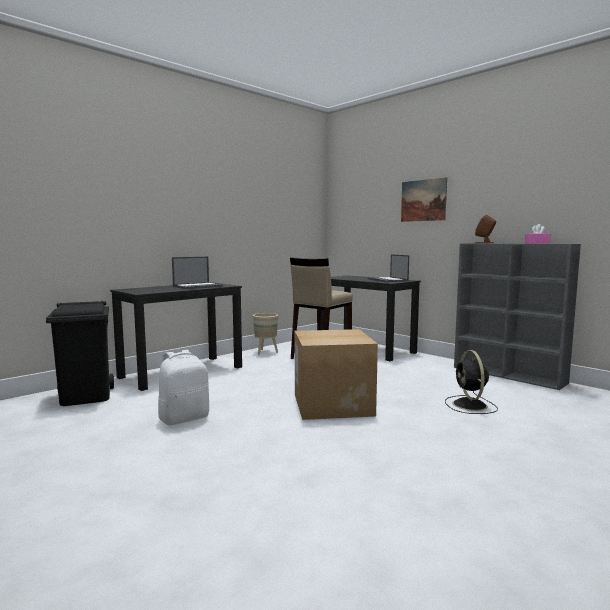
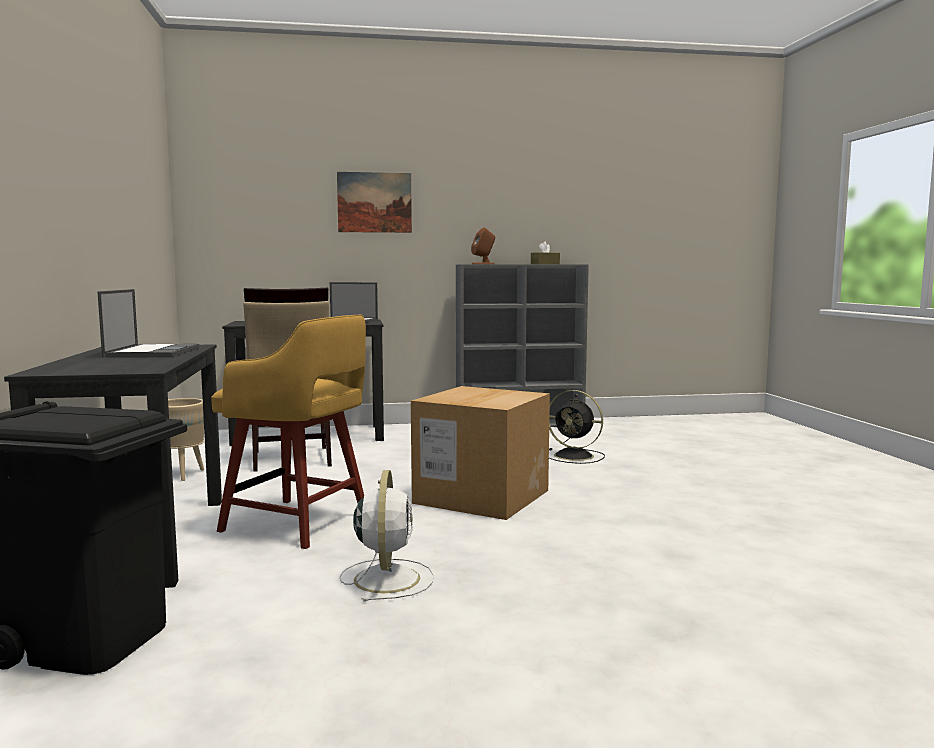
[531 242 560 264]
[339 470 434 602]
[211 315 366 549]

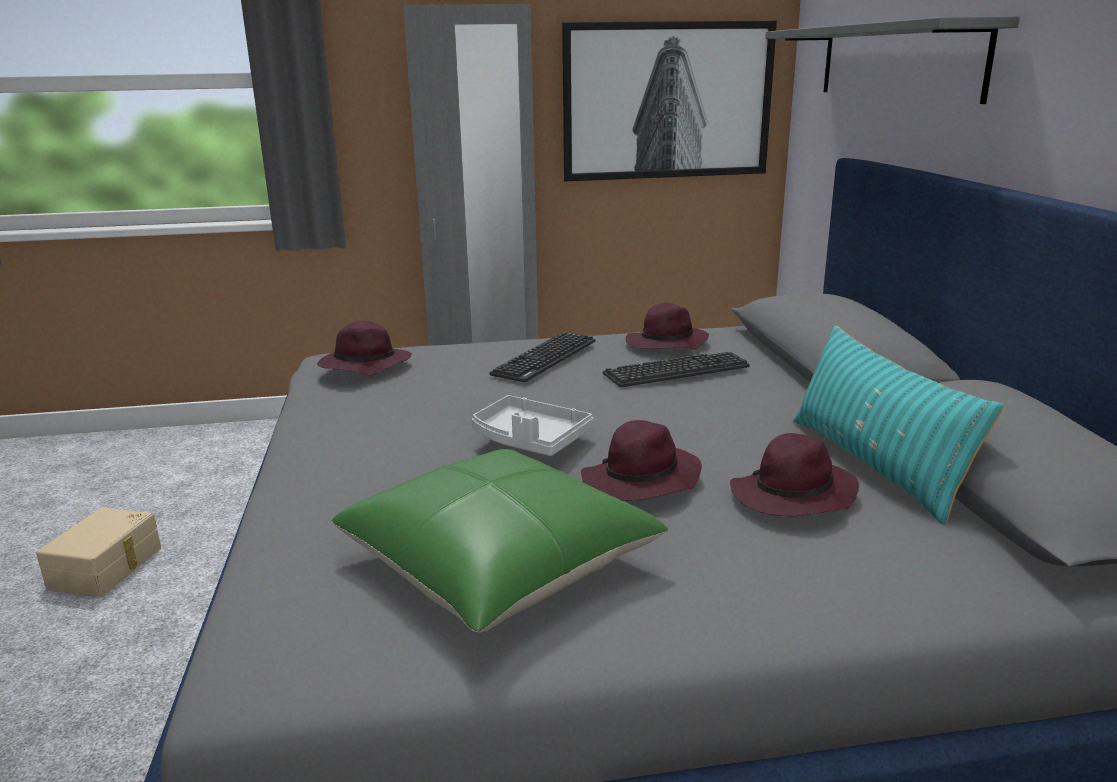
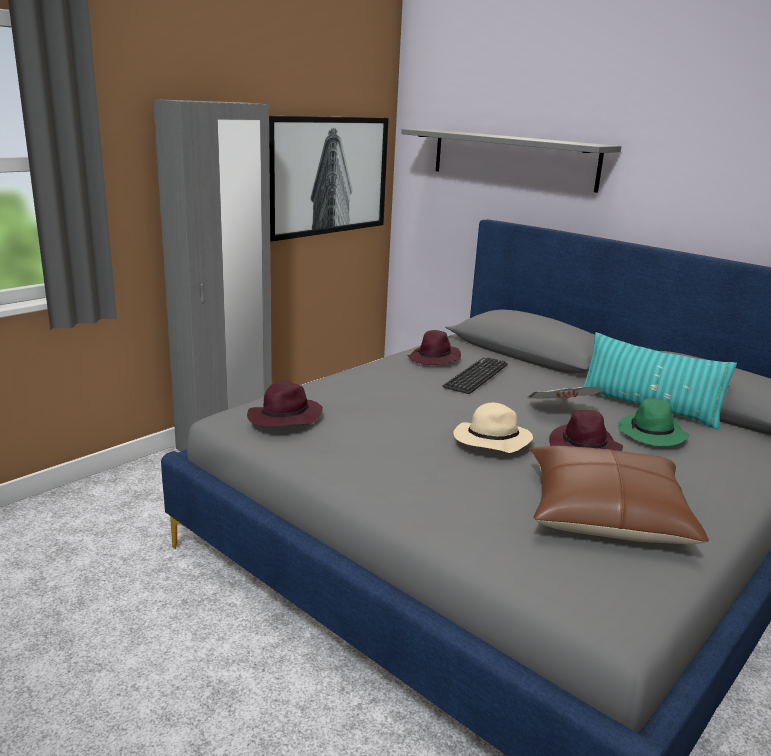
[489 332 596 382] (first image)
[454 403 533 453]
[618 399 689 446]
[530 446 709 544]
[36 507 161 597] (first image)
[528 387 602 400]

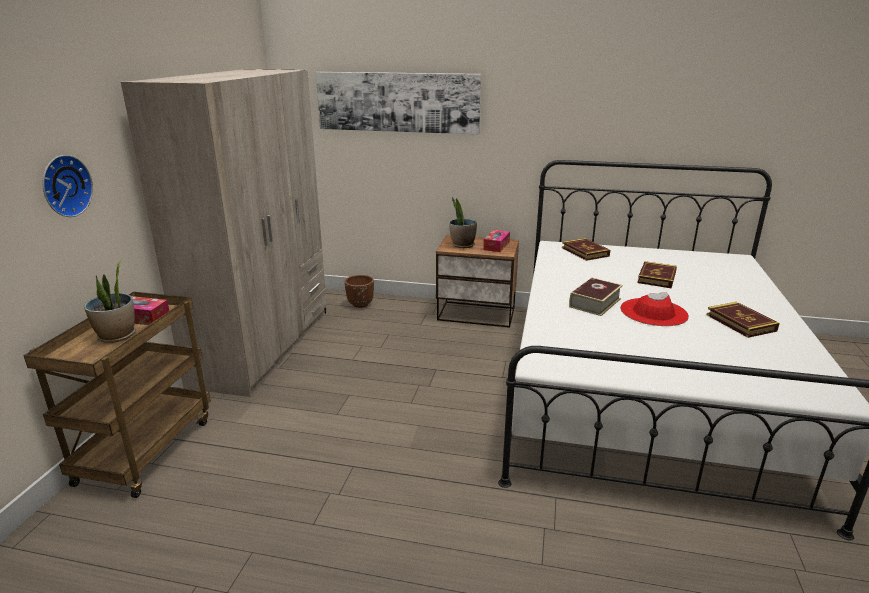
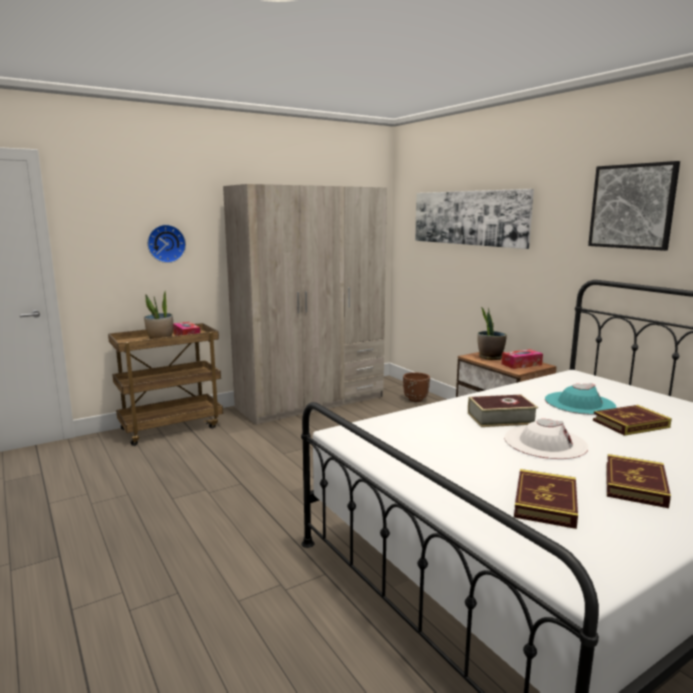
[514 469 578 529]
[504 419 589 459]
[588 161 680 251]
[545 383 616 415]

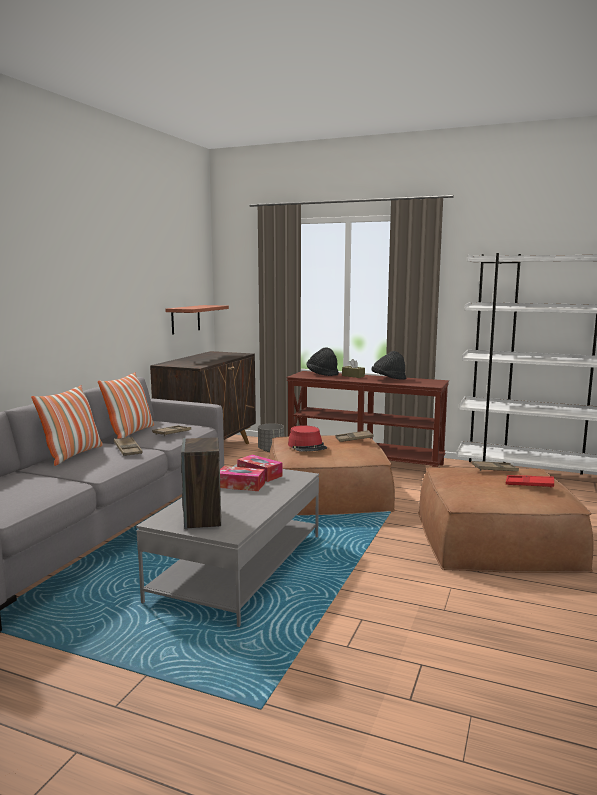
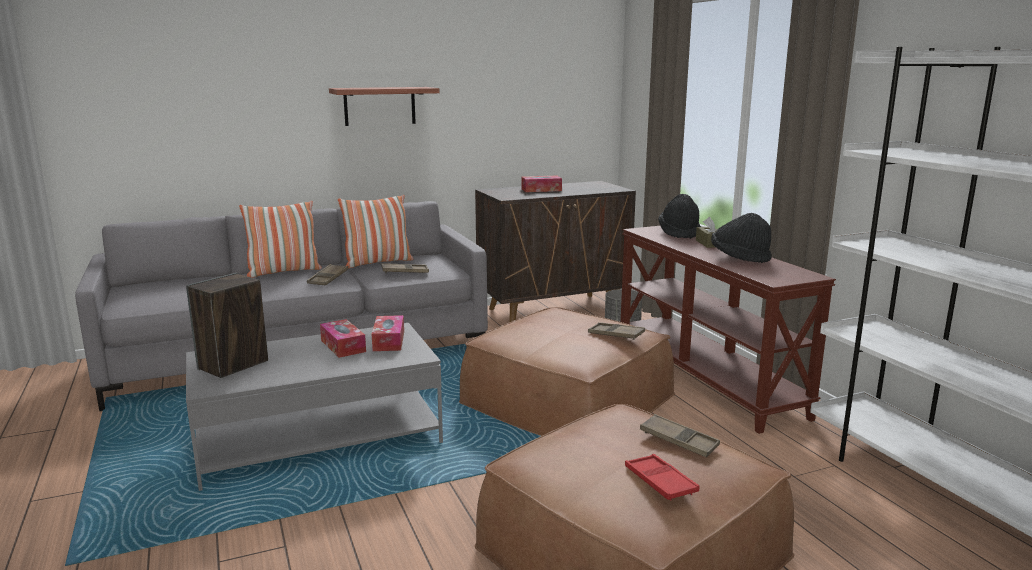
[329 87 440 126]
[288 425 327 452] (first image)
[522 175 562 192]

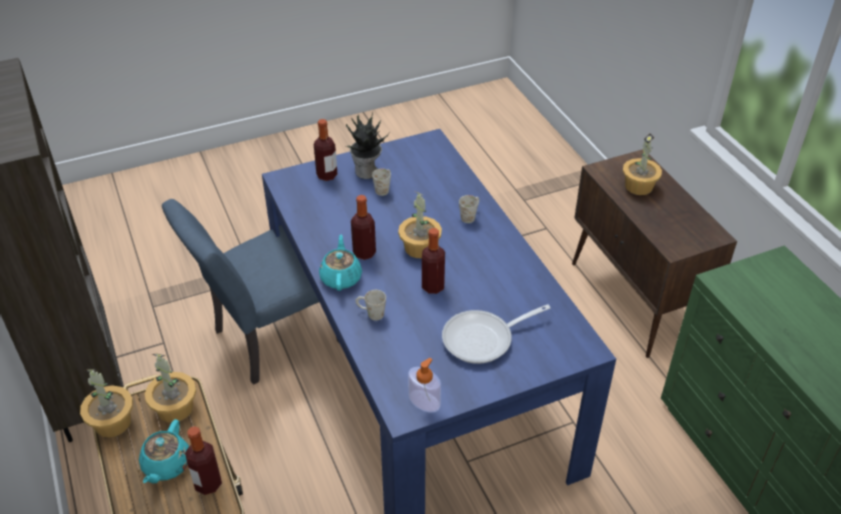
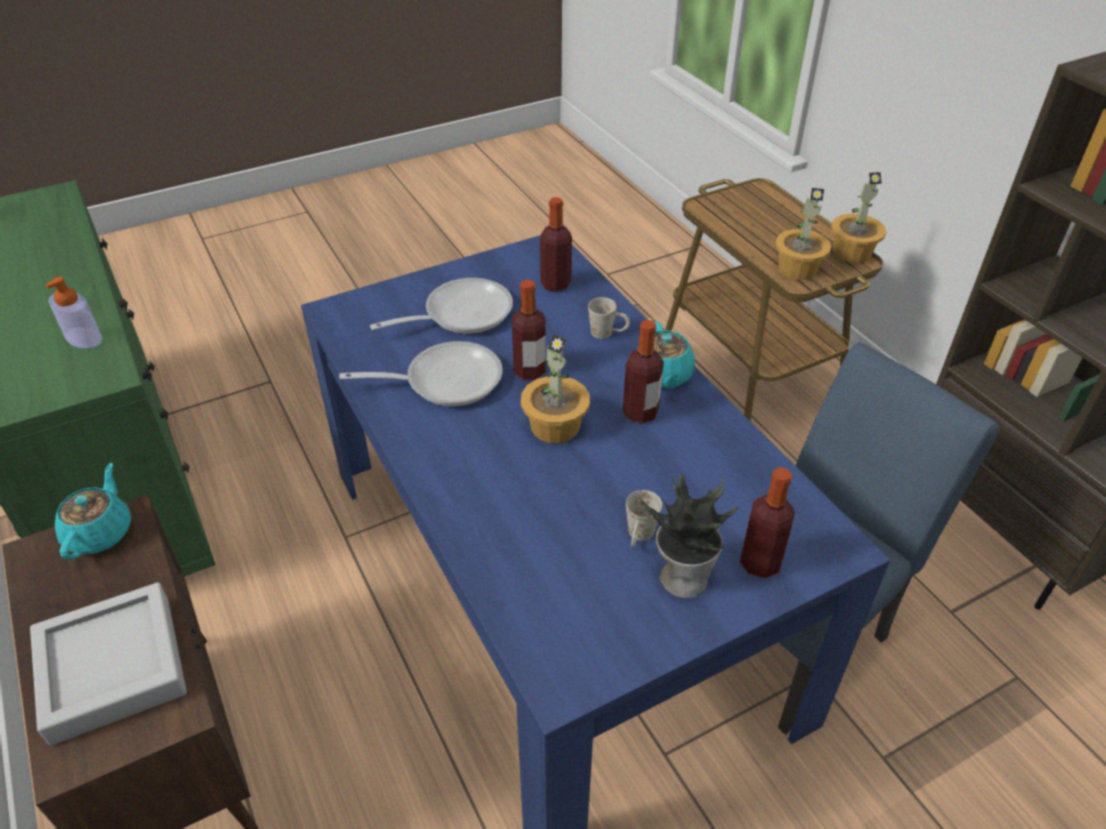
[30 582 187 746]
[459 195 479 223] (first image)
[45 277 102 349]
[55 463 131 560]
[540 197 572 292]
[339 341 502 407]

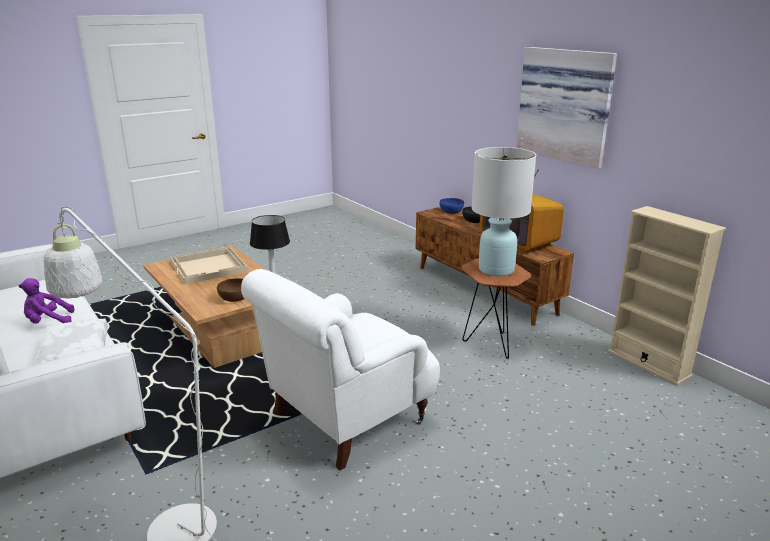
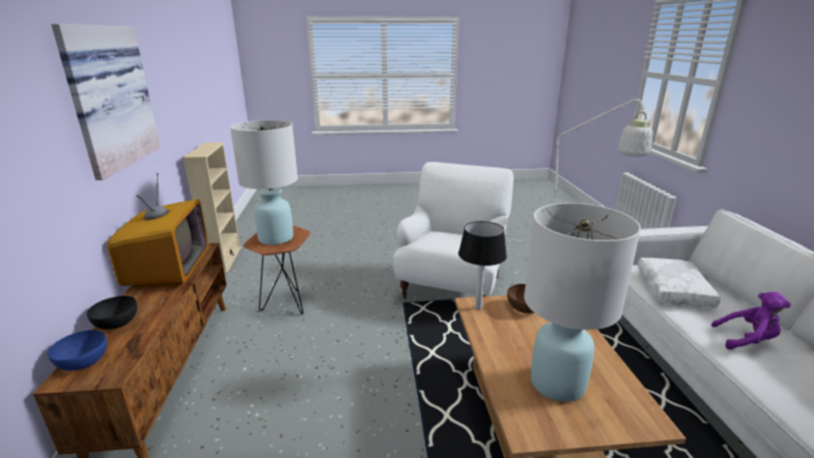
[524 203 641 402]
[393 162 514 299]

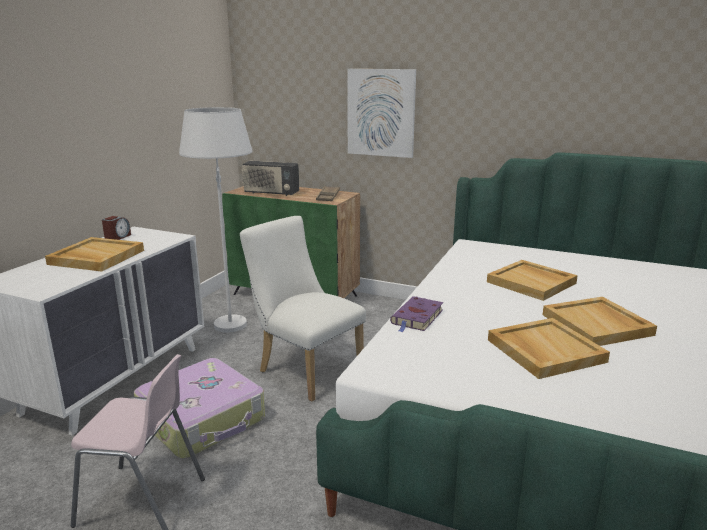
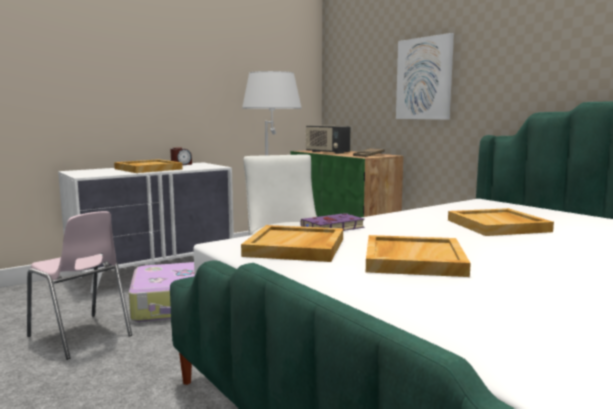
[241 225 343 262]

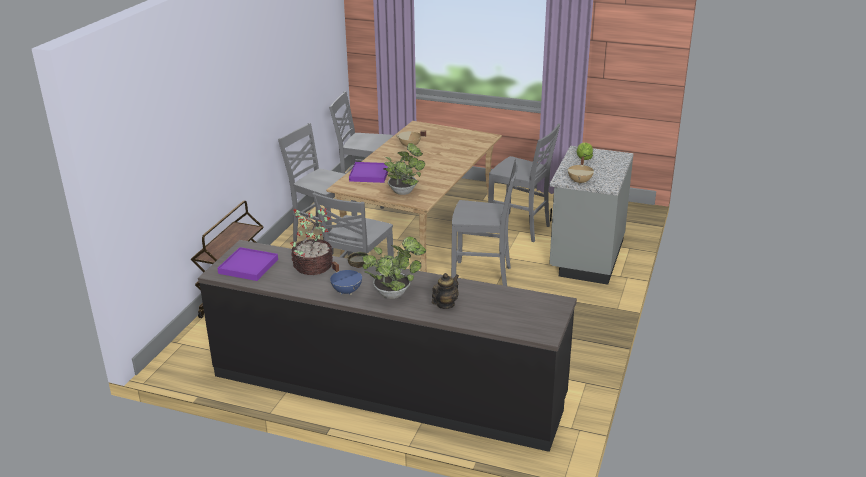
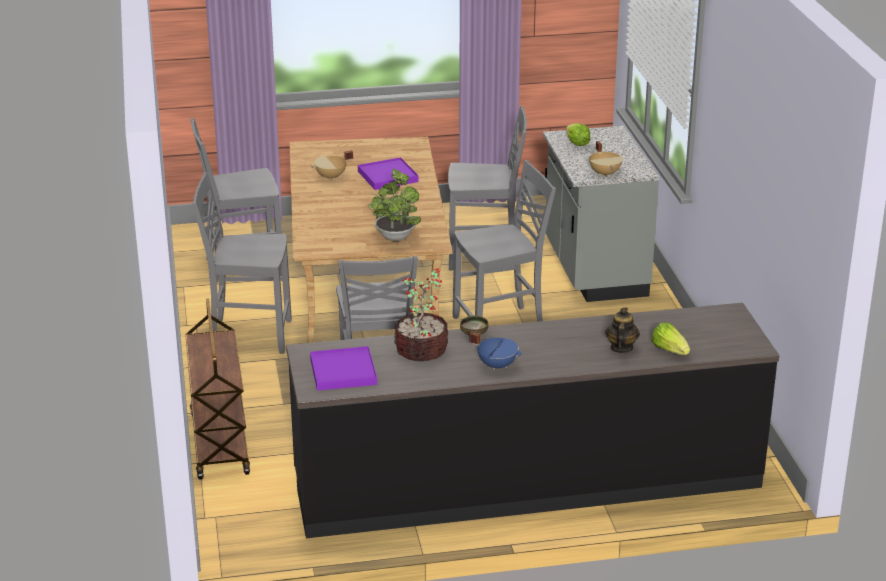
[358 157 419 190]
[362 237 426 299] (first image)
[651 322 690 355]

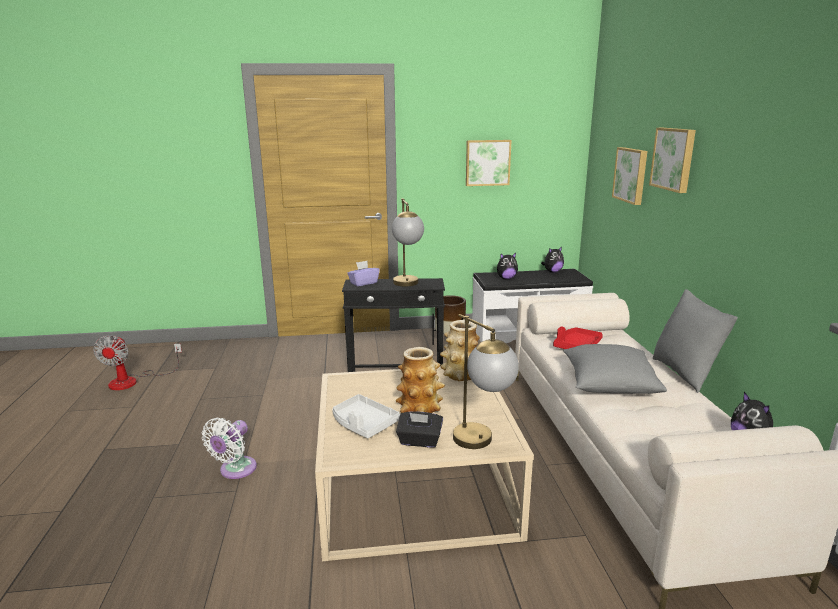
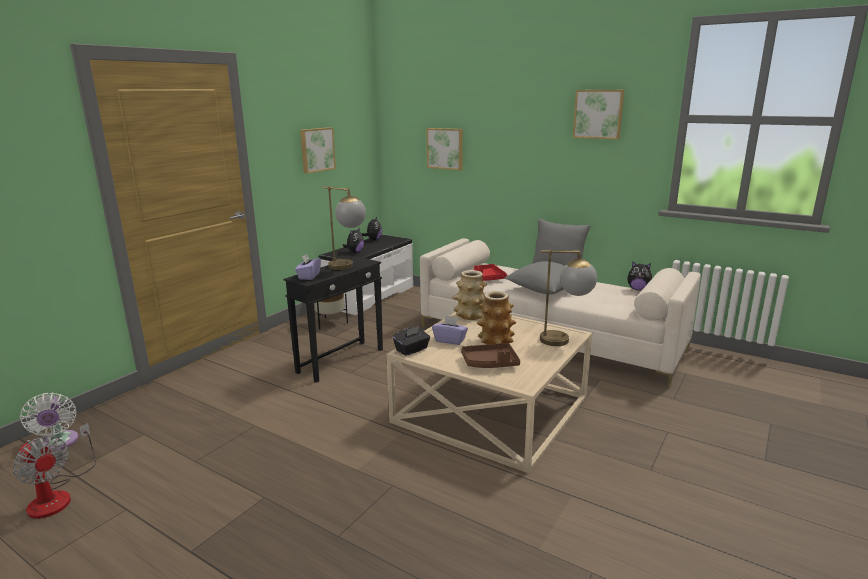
[573 90 624 139]
[461 343 520 368]
[393 326 430 356]
[20 393 79 451]
[432 315 468 345]

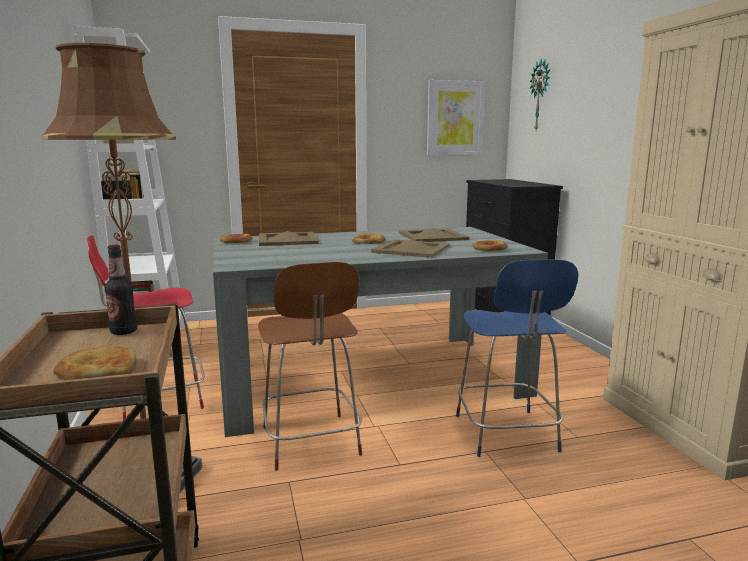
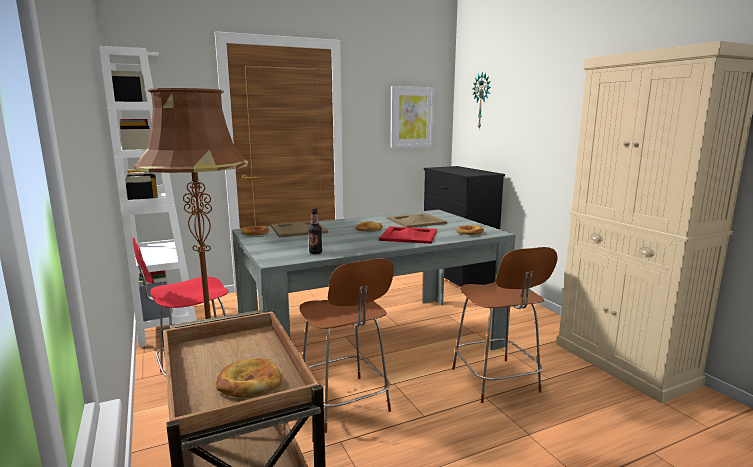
[379 226 437 244]
[308 208 322 254]
[452 247 558 403]

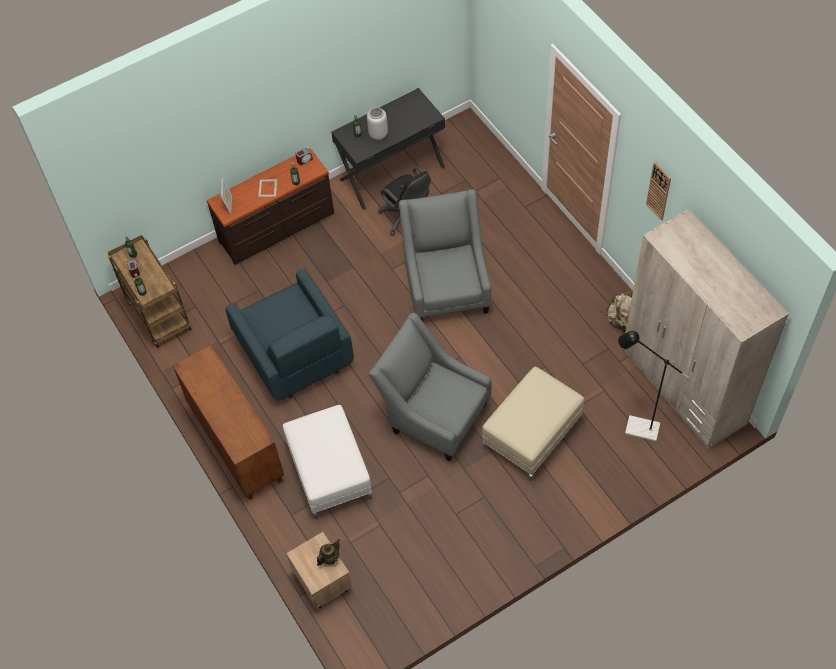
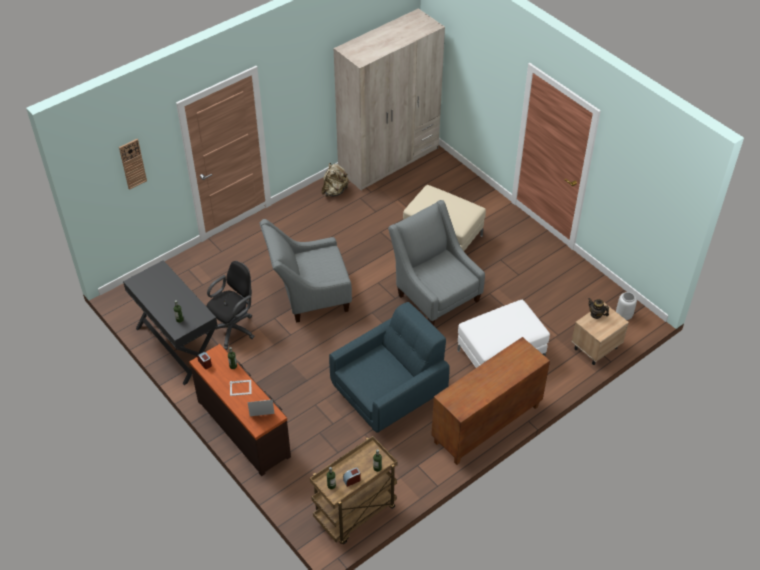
[616 292 637 320]
[119 139 147 190]
[388 200 485 326]
[618 331 689 441] (first image)

